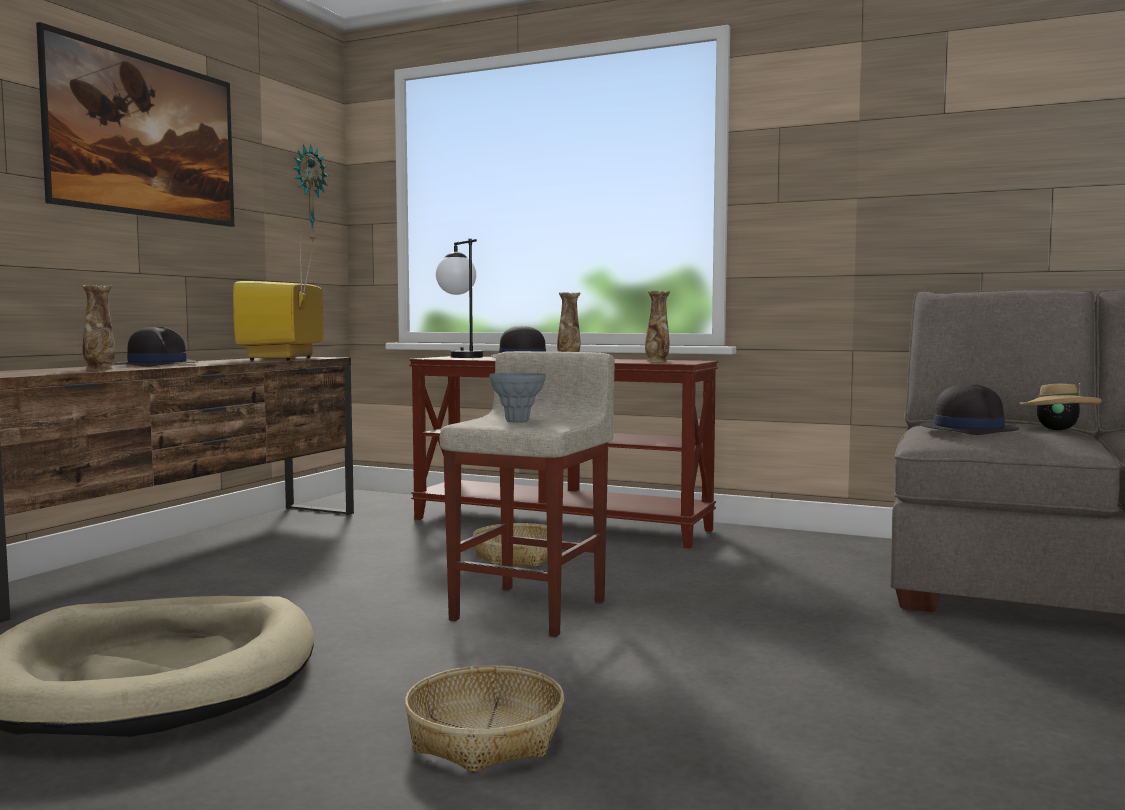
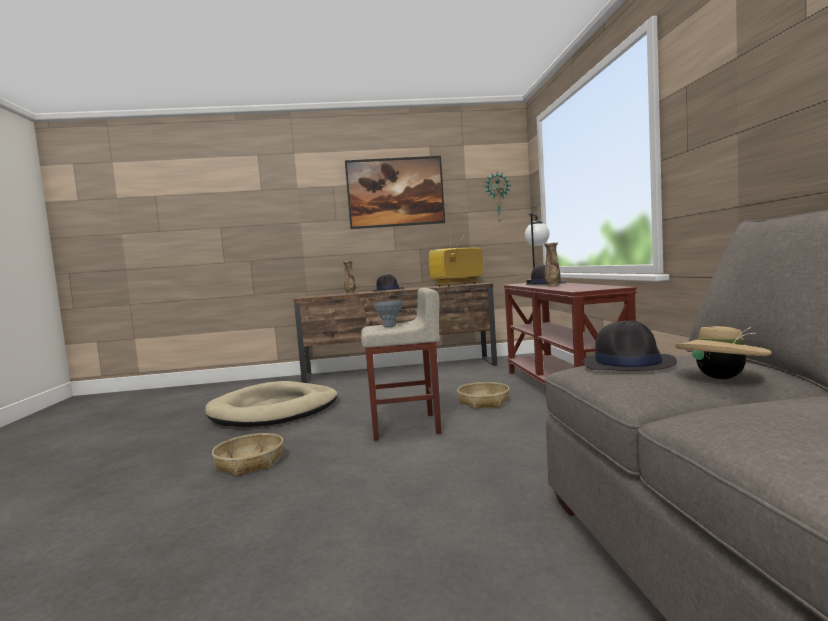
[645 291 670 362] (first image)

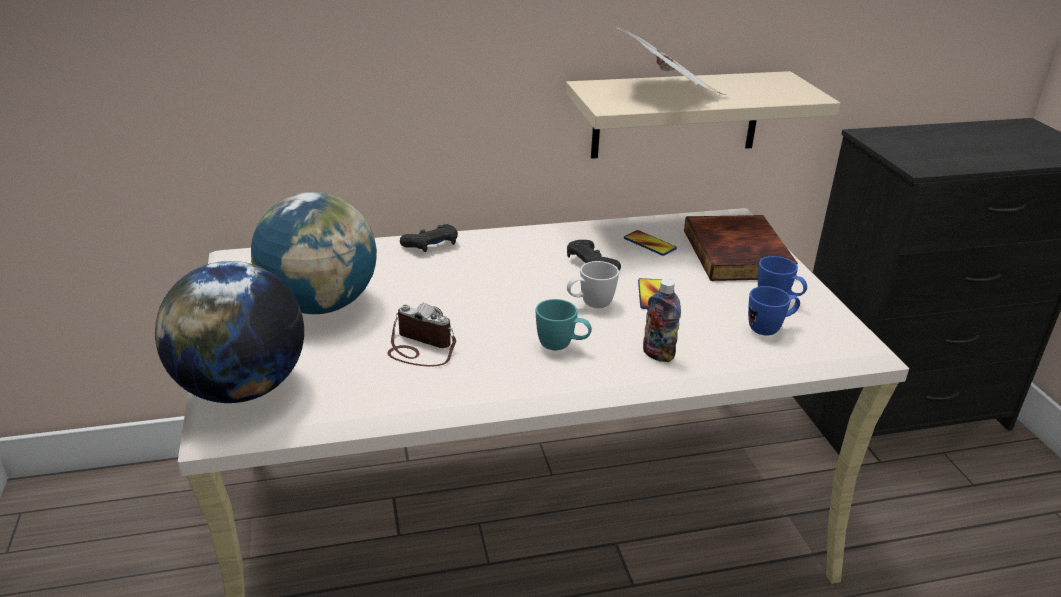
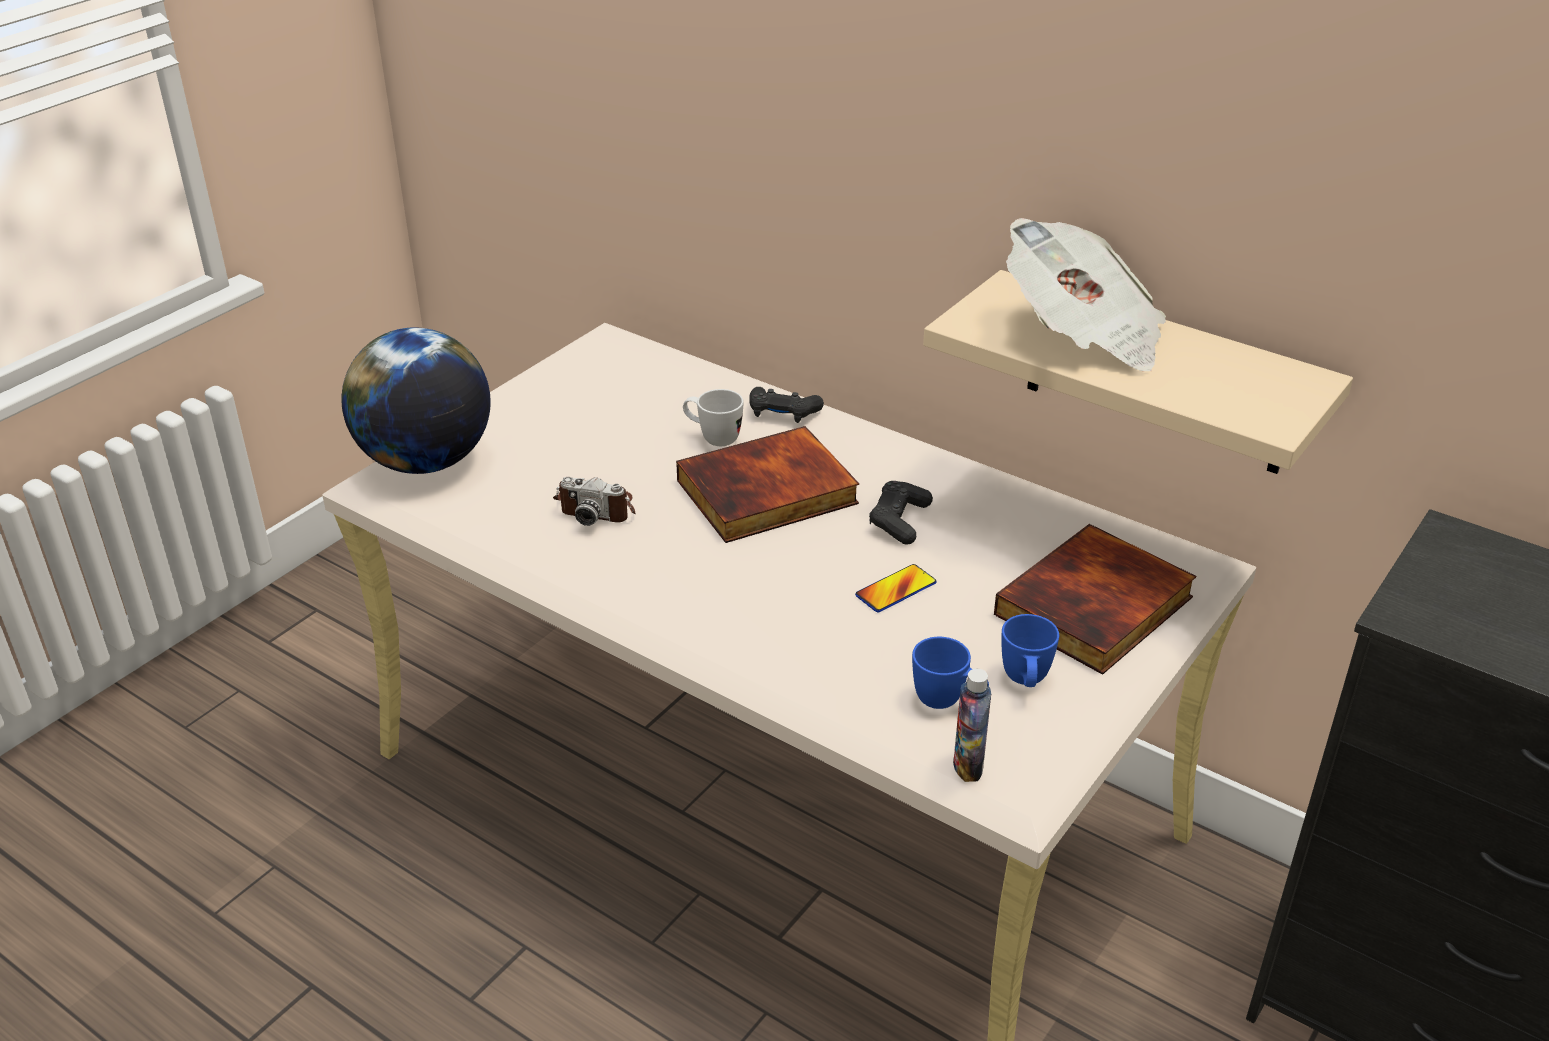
[251 192 377 314] (first image)
[624 230 677 256] (first image)
[683 389 744 446]
[953 669 991 782]
[536 299 592 350] (first image)
[553 477 636 526]
[676 426 859 543]

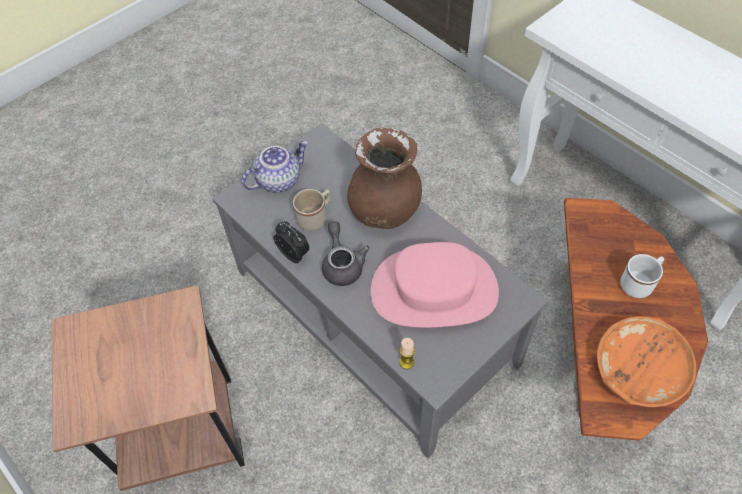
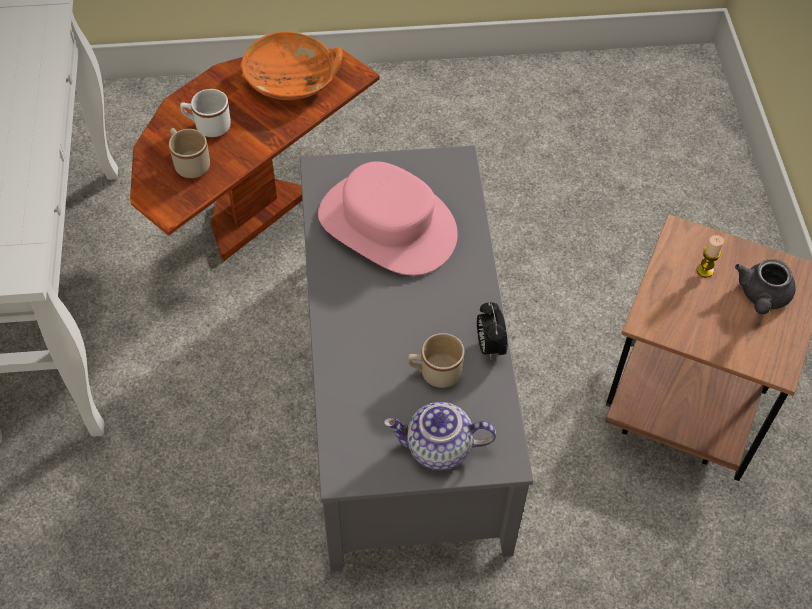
[347 127 422 229] (first image)
[735 259 796 314]
[697 235 724 278]
[169 128 210 178]

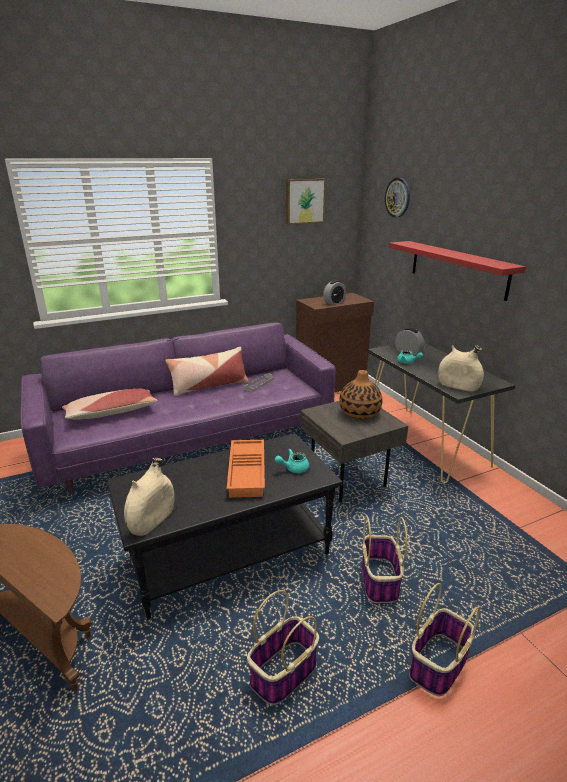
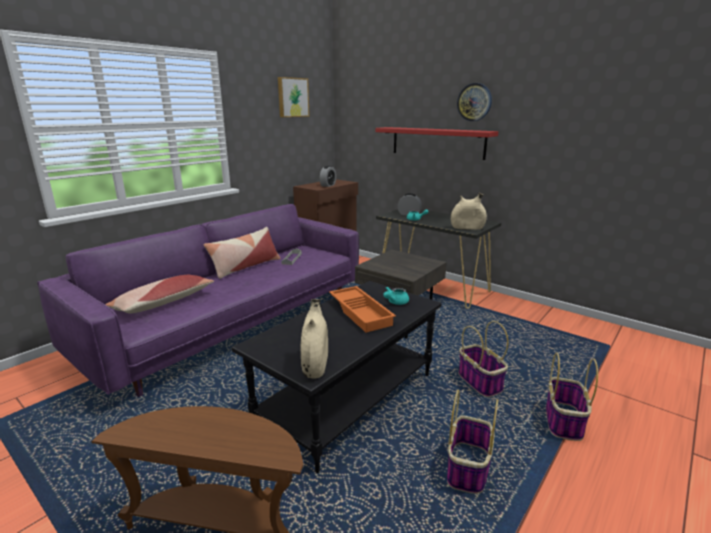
[457 83 492 121]
[339 370 382 419] (first image)

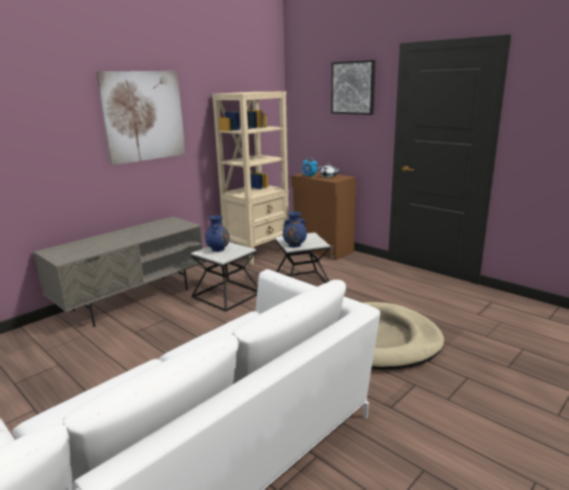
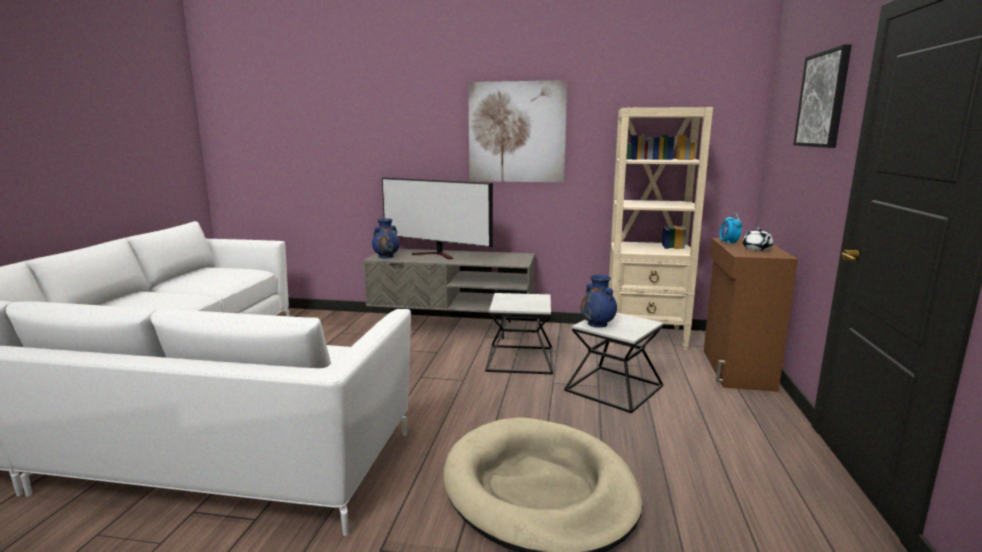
[372 218 400 258]
[382 178 493 259]

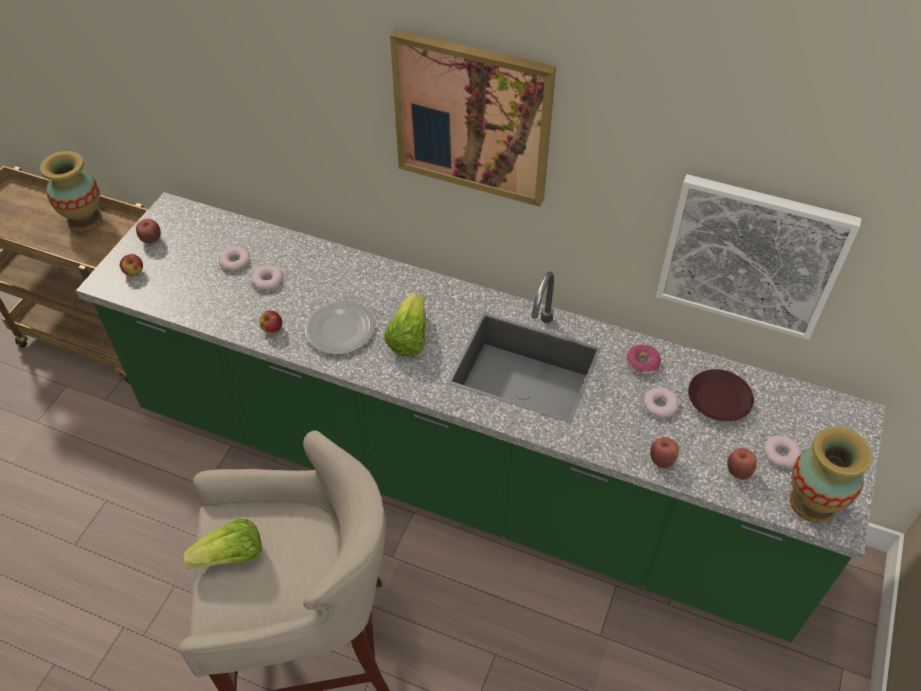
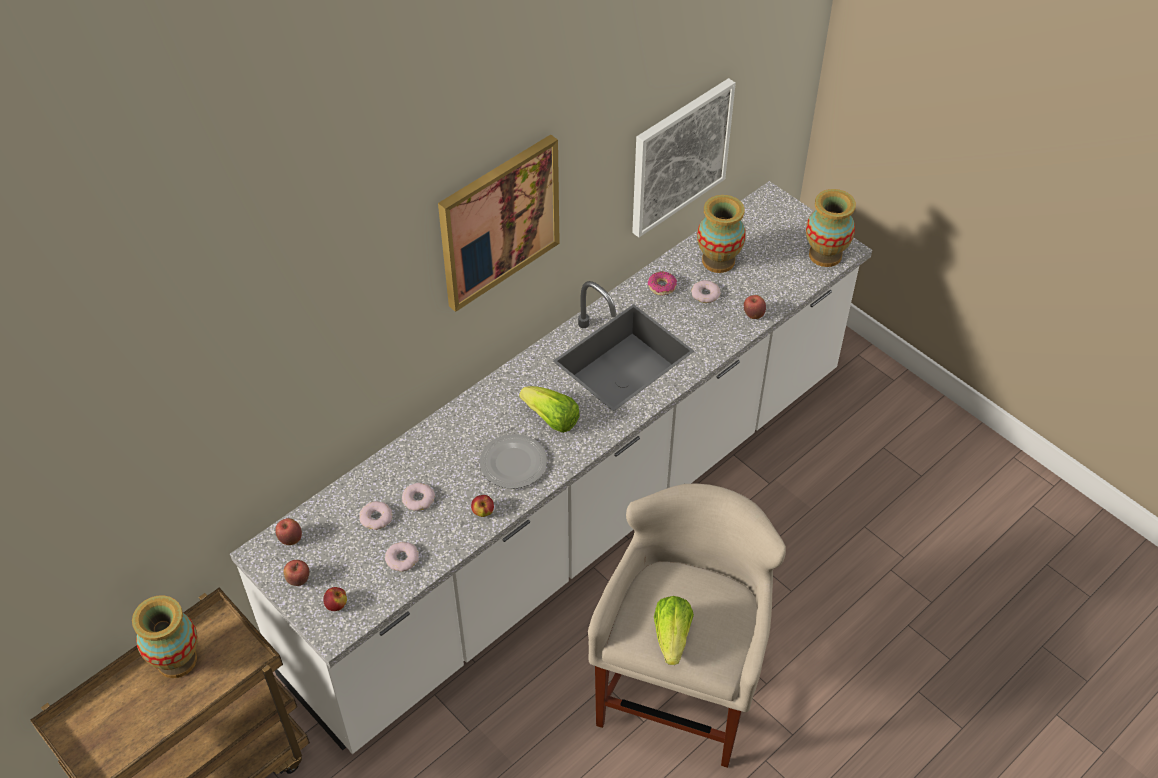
[230 181 872 754]
[697 195 746 273]
[385 542 419 572]
[275 518 302 545]

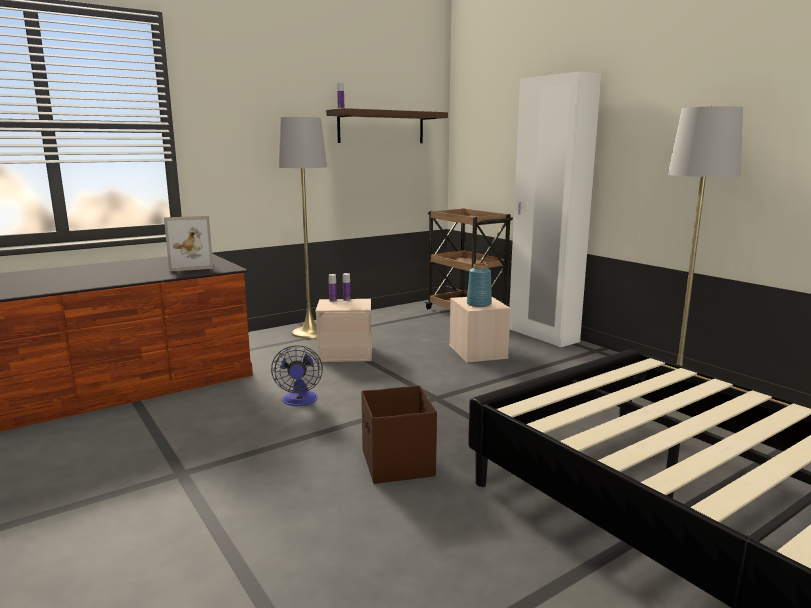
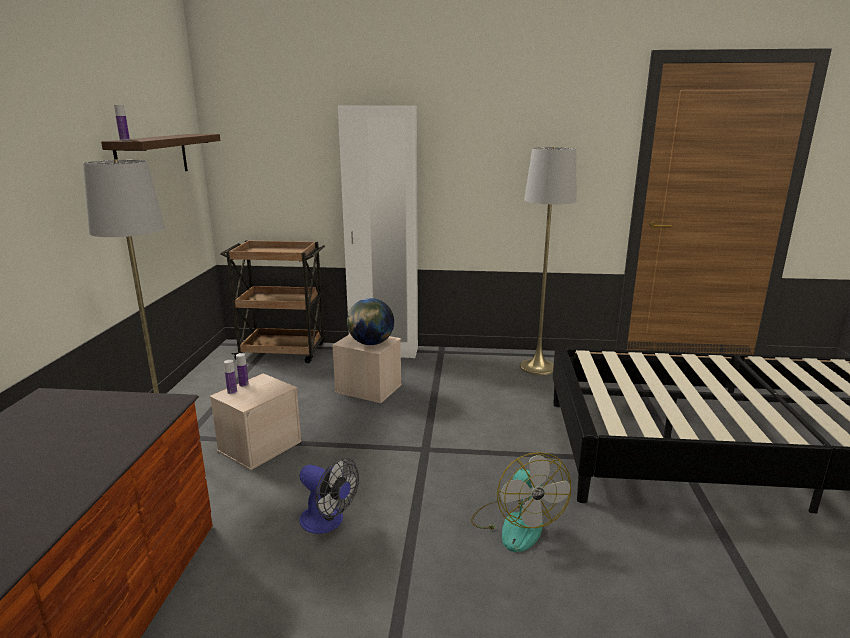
[164 216 214 272] (first image)
[347 298 394 345]
[471 452 571 552]

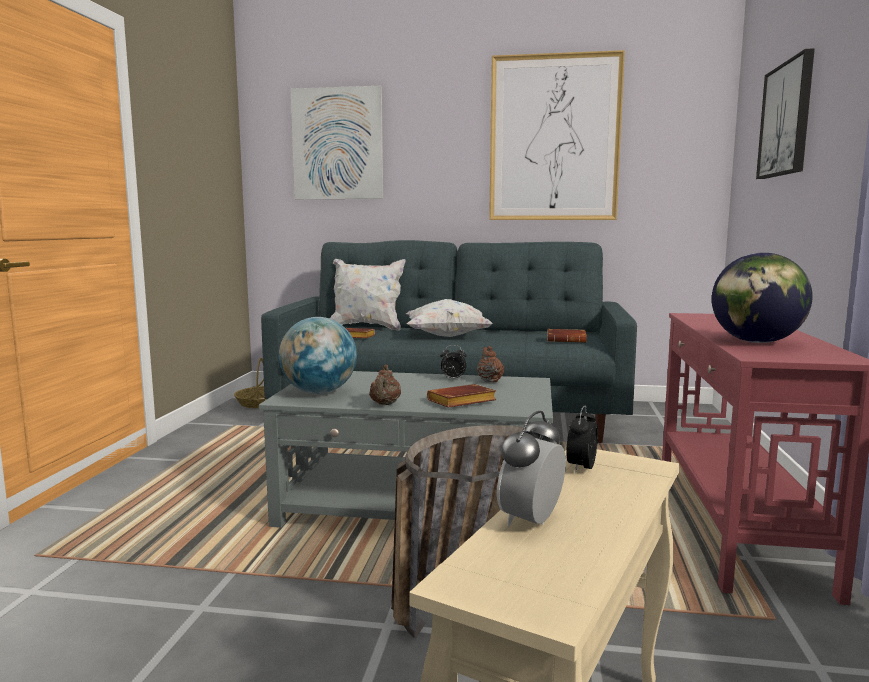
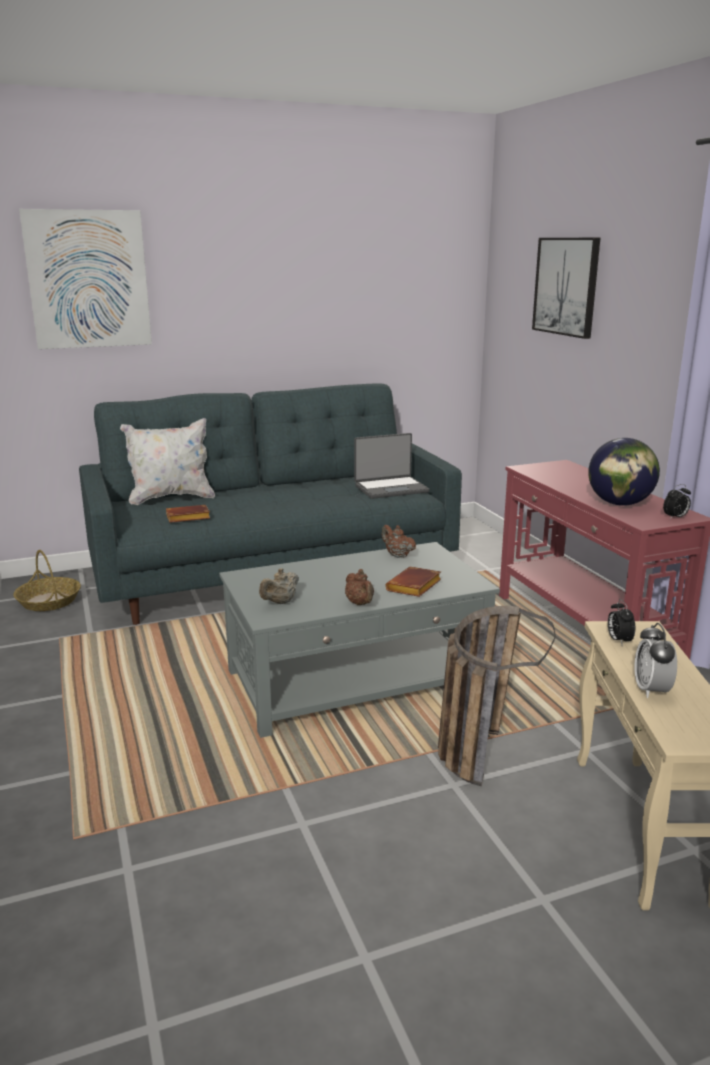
[489 50 625 220] (first image)
[406 299 493 337] (first image)
[259 568 299 604]
[354 433 429 499]
[663 484 691 519]

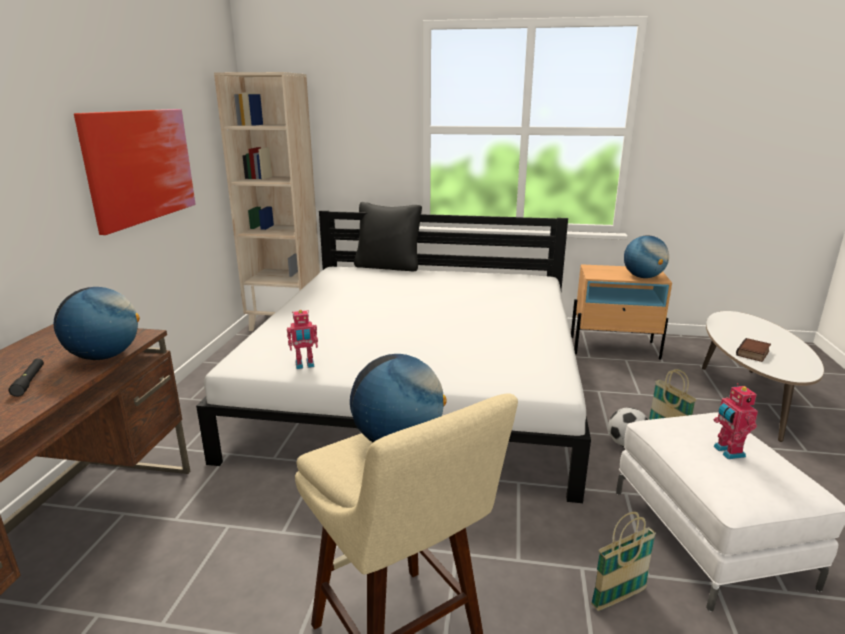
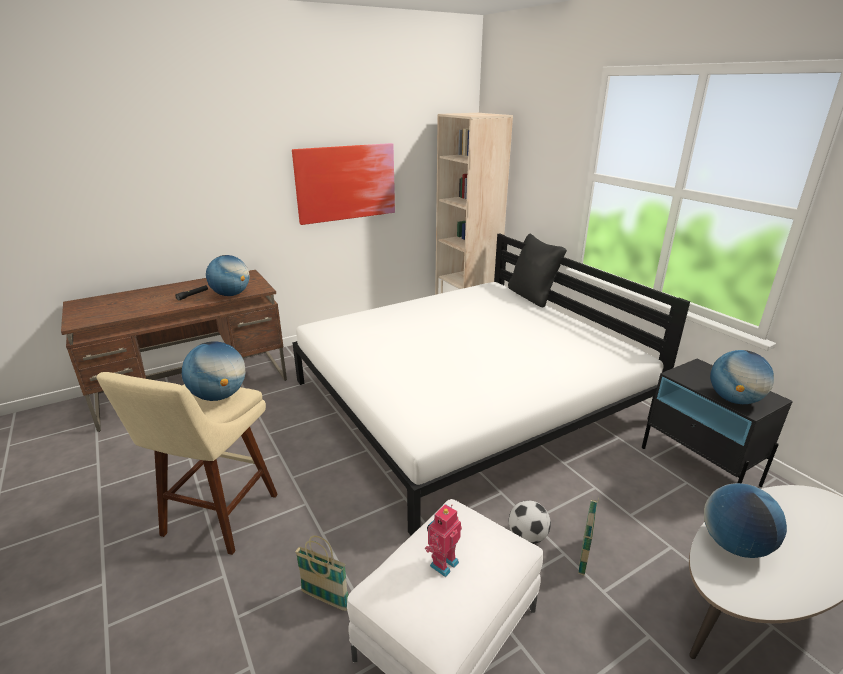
[642 359 793 487]
[287 310 318 369] (first image)
[704 483 787 558]

